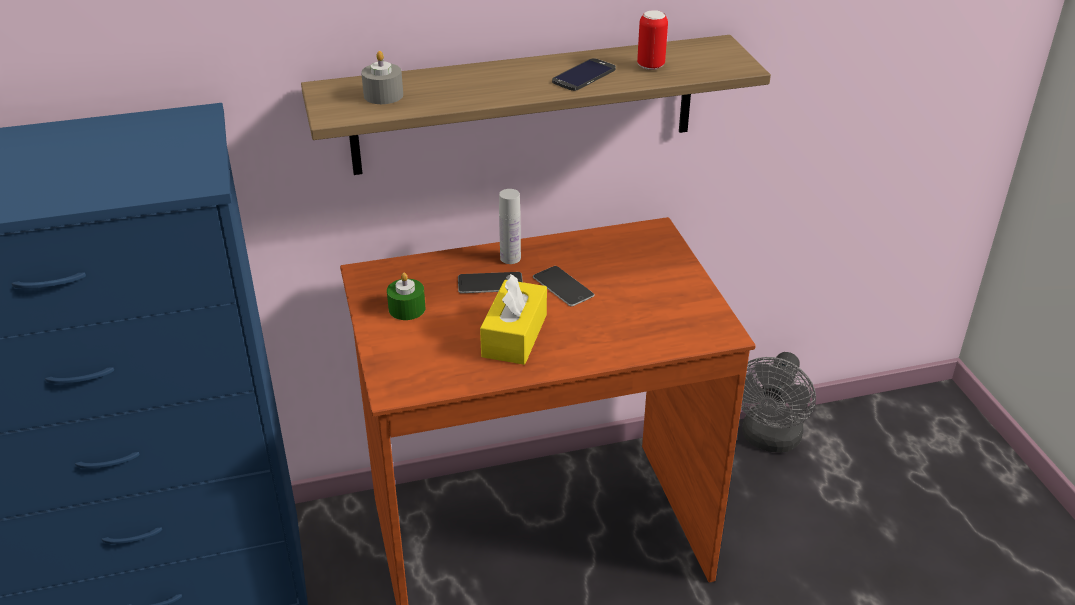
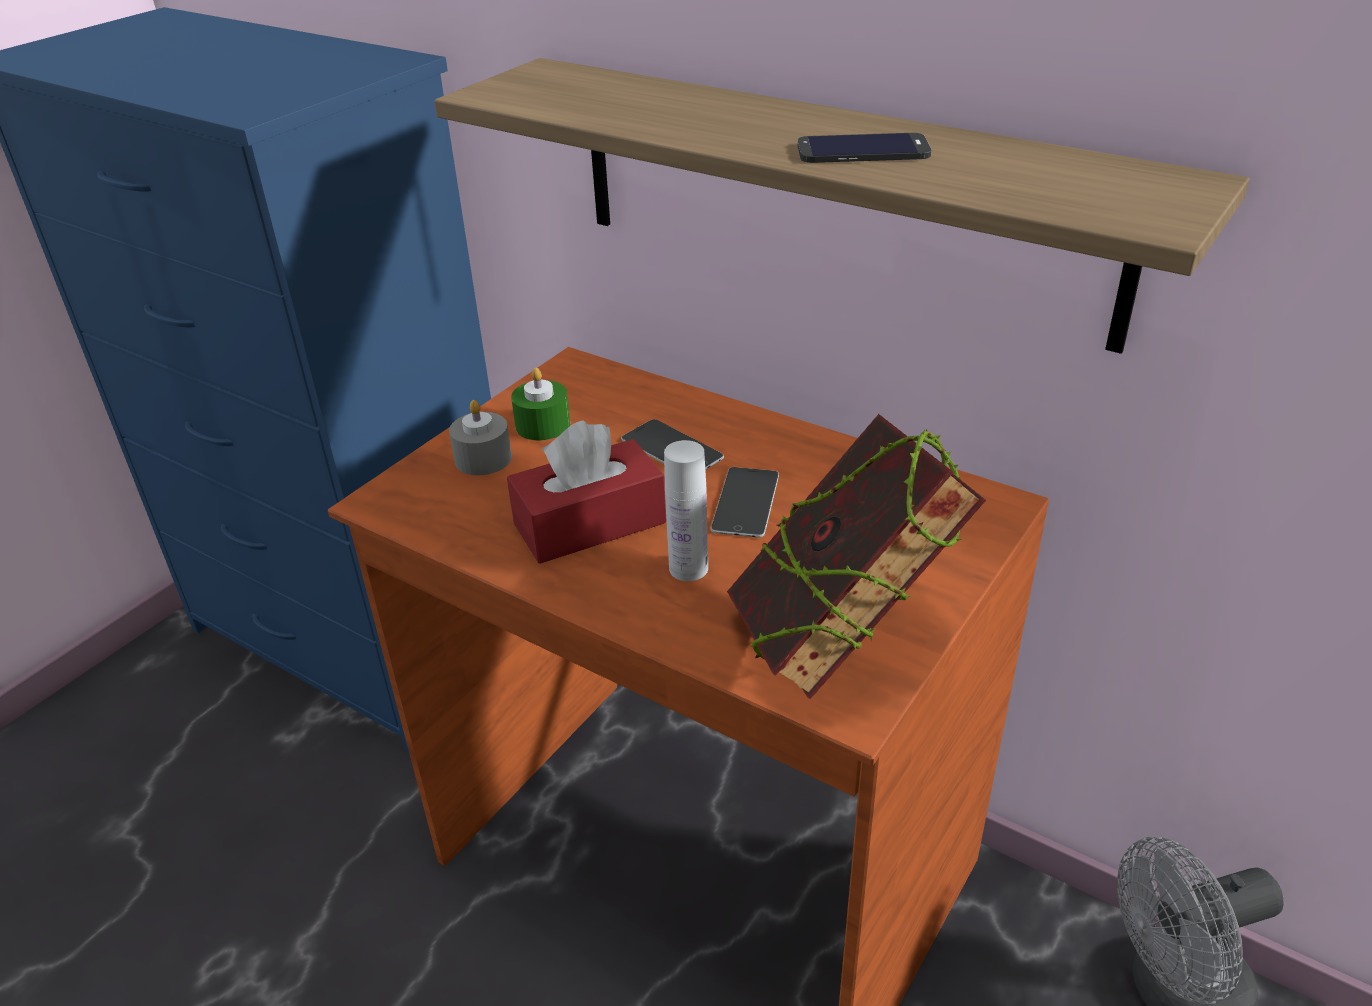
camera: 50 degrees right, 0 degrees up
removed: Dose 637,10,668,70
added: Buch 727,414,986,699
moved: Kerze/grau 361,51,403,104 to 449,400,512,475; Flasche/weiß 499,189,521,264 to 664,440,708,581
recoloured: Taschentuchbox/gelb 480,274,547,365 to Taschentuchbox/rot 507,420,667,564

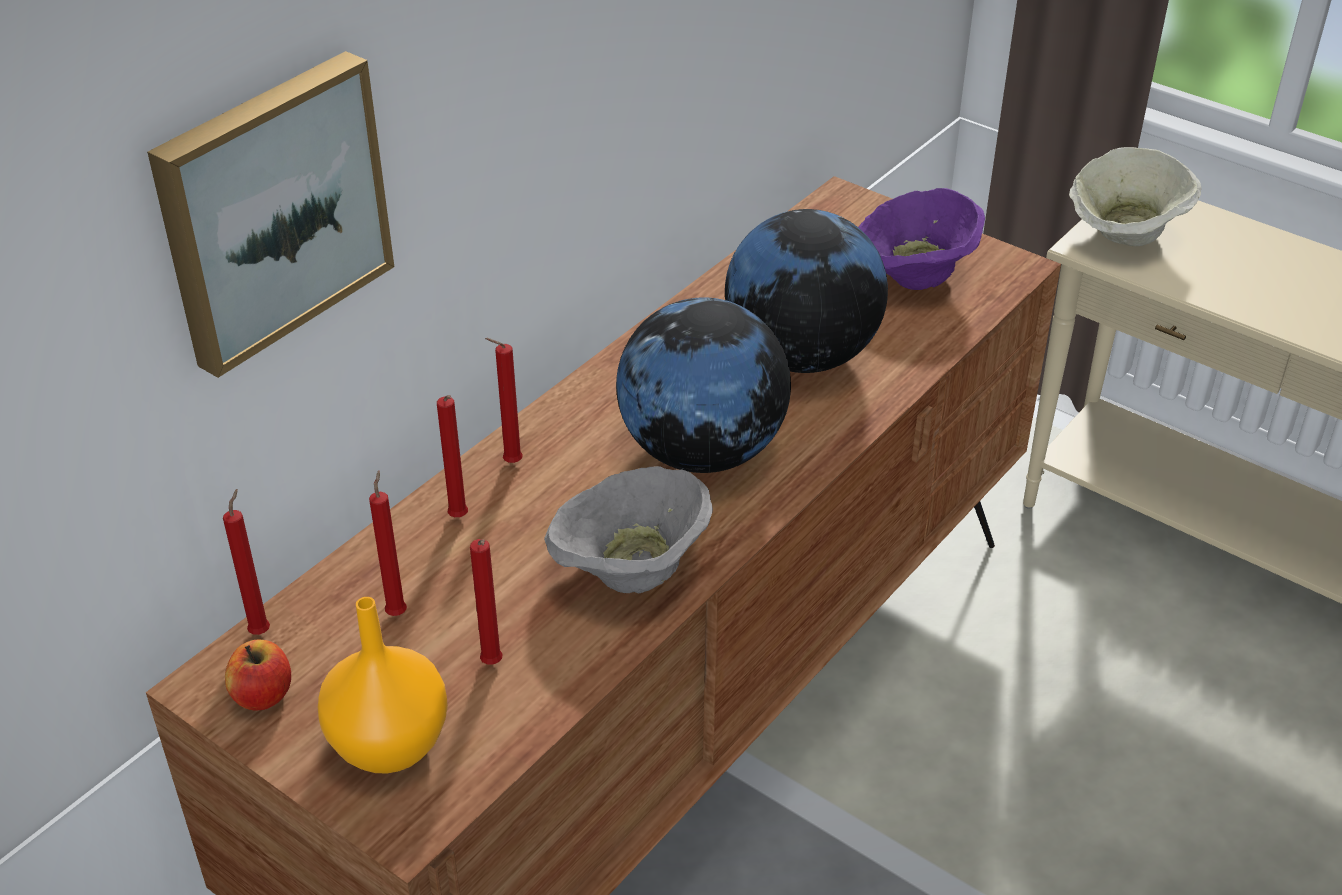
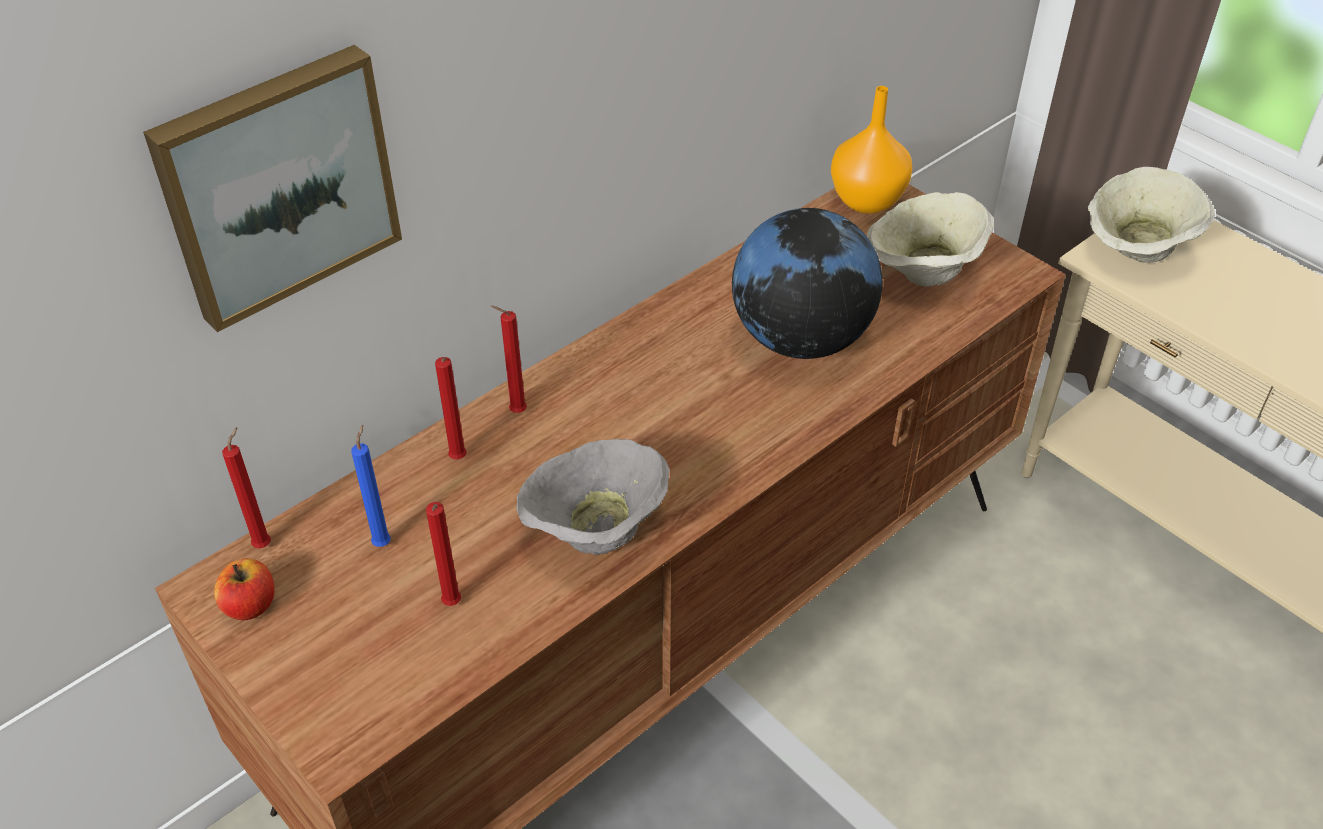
camera: 10 degrees right, 5 degrees up
removed: Globus 616,297,791,473
moved: Vase/orange 318,597,448,773 to 831,86,912,214
recoloured: Kerze/rot 369,471,407,616 to Kerze/blau 351,425,391,547; Schüssel/lila 858,188,985,290 to Schüssel/beige 867,192,994,287

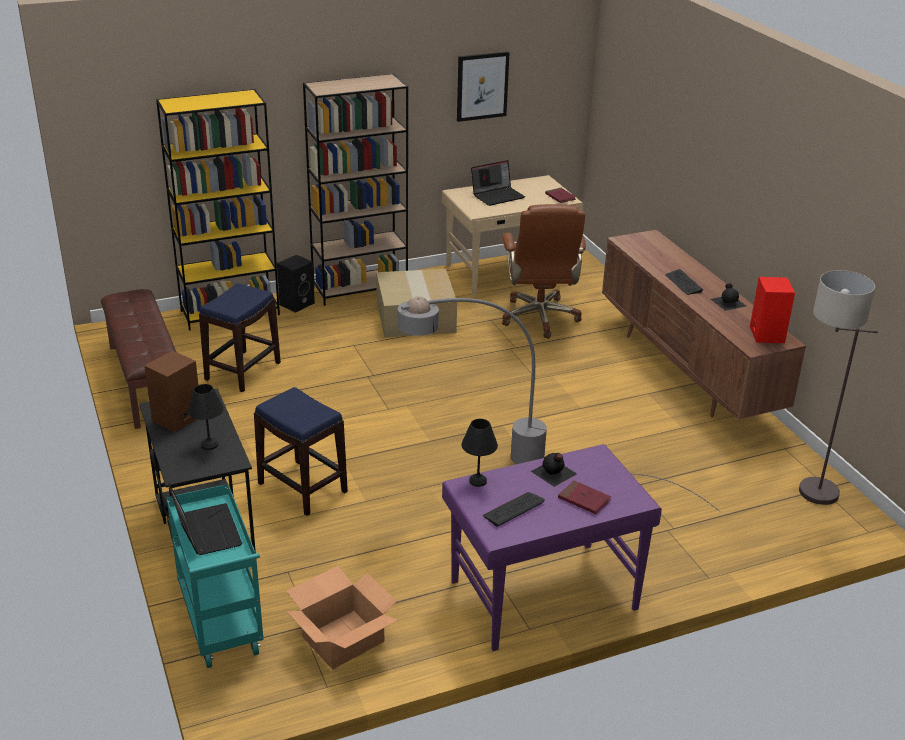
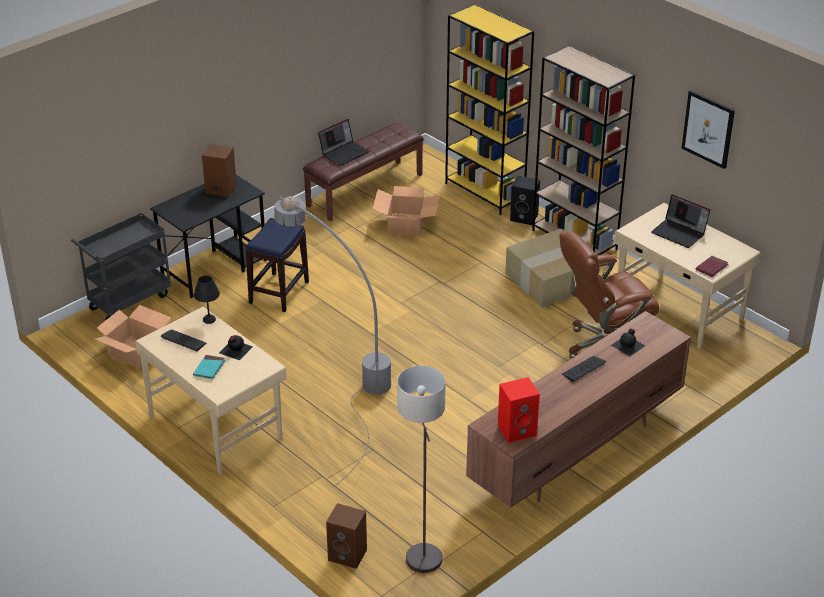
camera: 70 degrees right, 5 degrees up
removed: Tischlampe/schwarz 188,384,224,450
added: Lautsprecher/braun 326,503,367,569
moved: Laptop 168,482,242,555 to 318,119,369,166; Flasche/schwarz 711,283,746,311 to 611,328,645,356
replaced: Hocker 199,283,281,392 to Karton 373,186,440,236
recoloured: Rollwagen/türkis 167,484,264,668 to Rollwagen/grau 71,213,171,320; Schreibtisch/lila 442,444,662,651 to Schreibtisch/beige 135,307,287,475; Buch/rot 558,481,611,514 to Buch/türkis 193,355,226,379

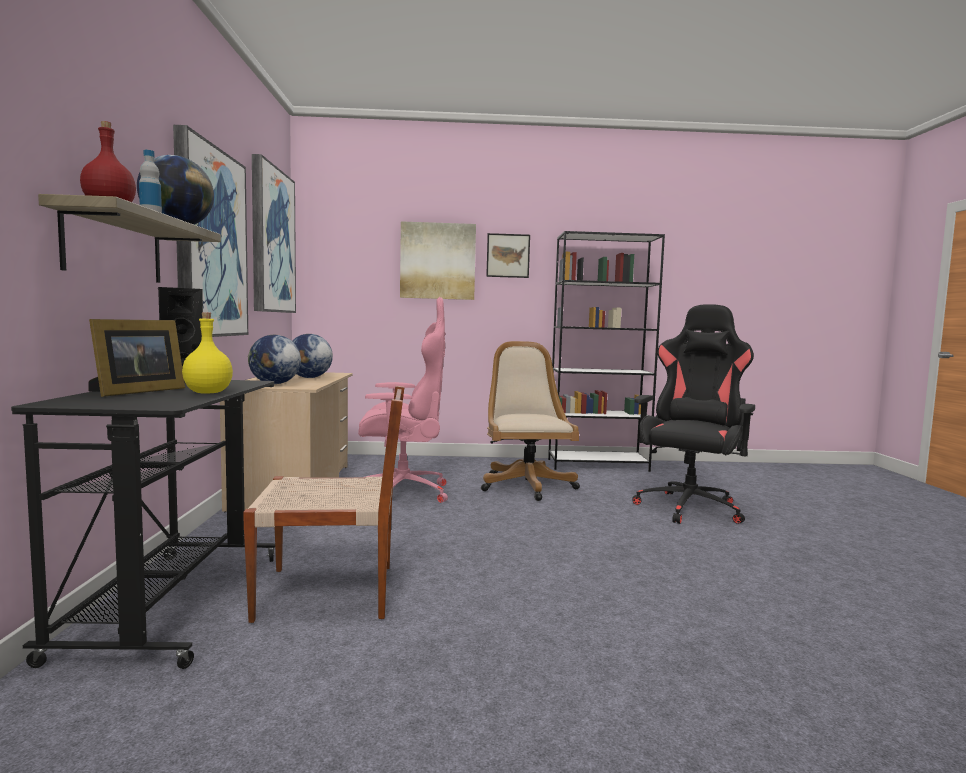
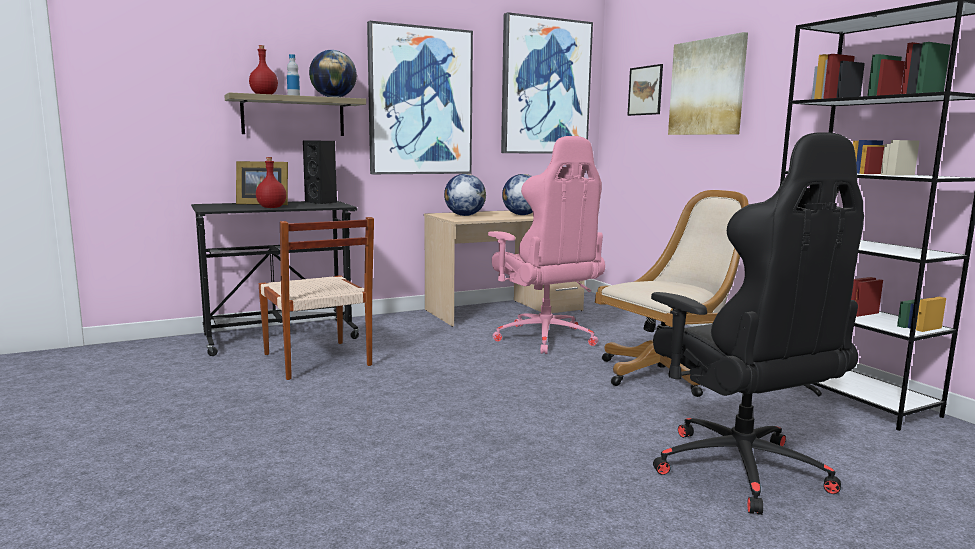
camera: 65 degrees right, 5 degrees up
moved: Bild 486,233,530,278 to 627,64,663,116
recoloured: Flasche/gelb 182,312,233,394 to Flasche/rot 256,157,286,208
turned: Bürostuhl/schwarz 632,304,755,524 = 651,132,864,515 60 degrees clockwise

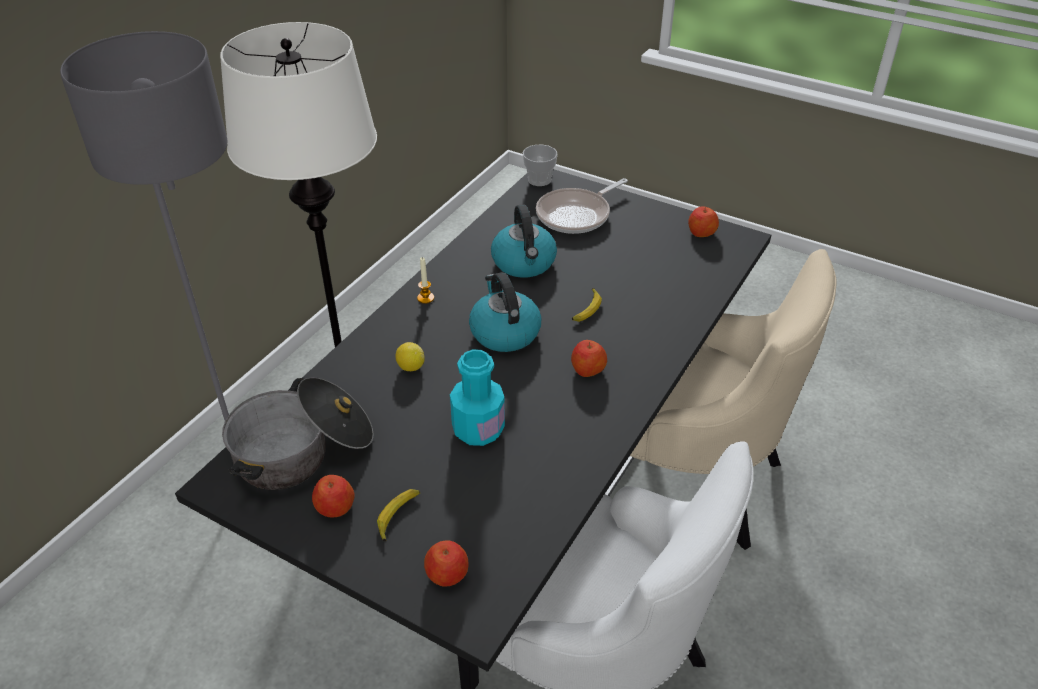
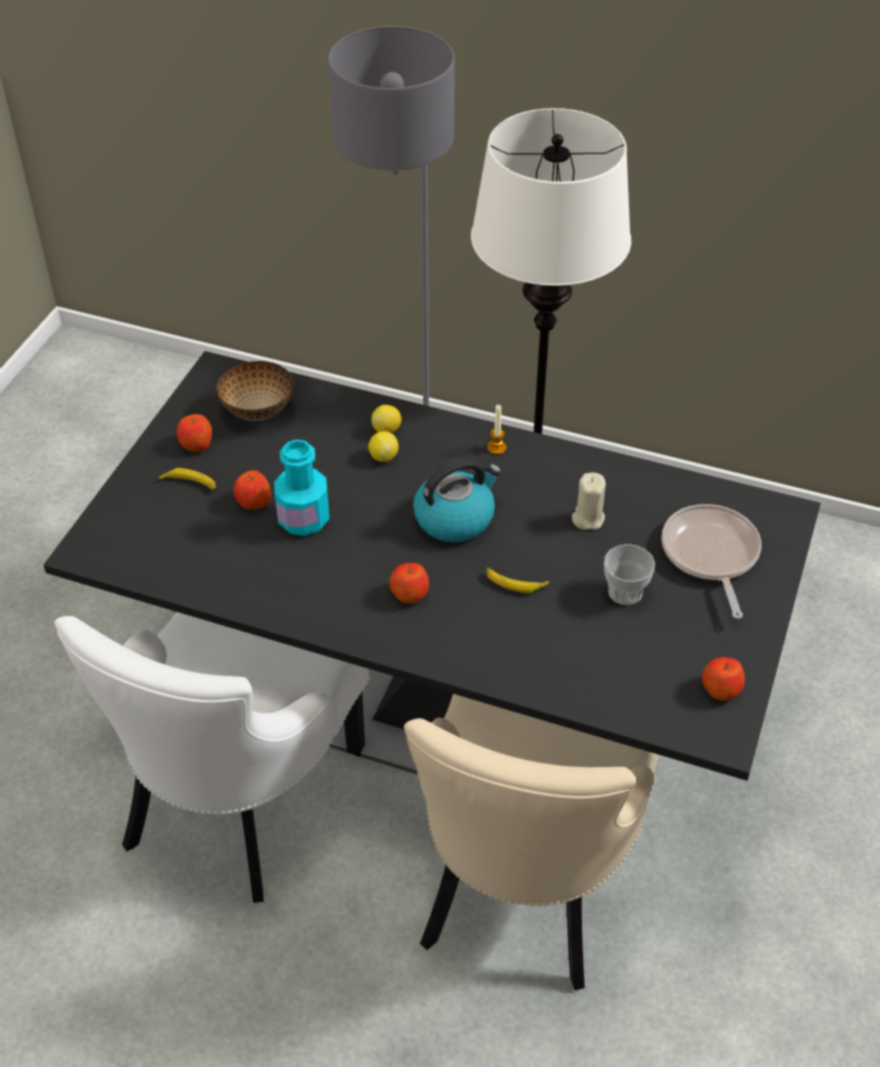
camera: 80 degrees right, 5 degrees up
added: Zitrone 372,405,401,433
moved: Apfel 424,540,469,586 to 234,470,271,510; Tasse 523,145,558,186 to 604,544,655,605
replaced: Kochtopf 222,377,373,490 to Schüssel 215,361,294,421; Wasserkessel 491,204,557,278 to Kerze/beige 572,472,606,530
turned: Pfanne 536,178,628,234 = 661,504,762,619 45 degrees clockwise

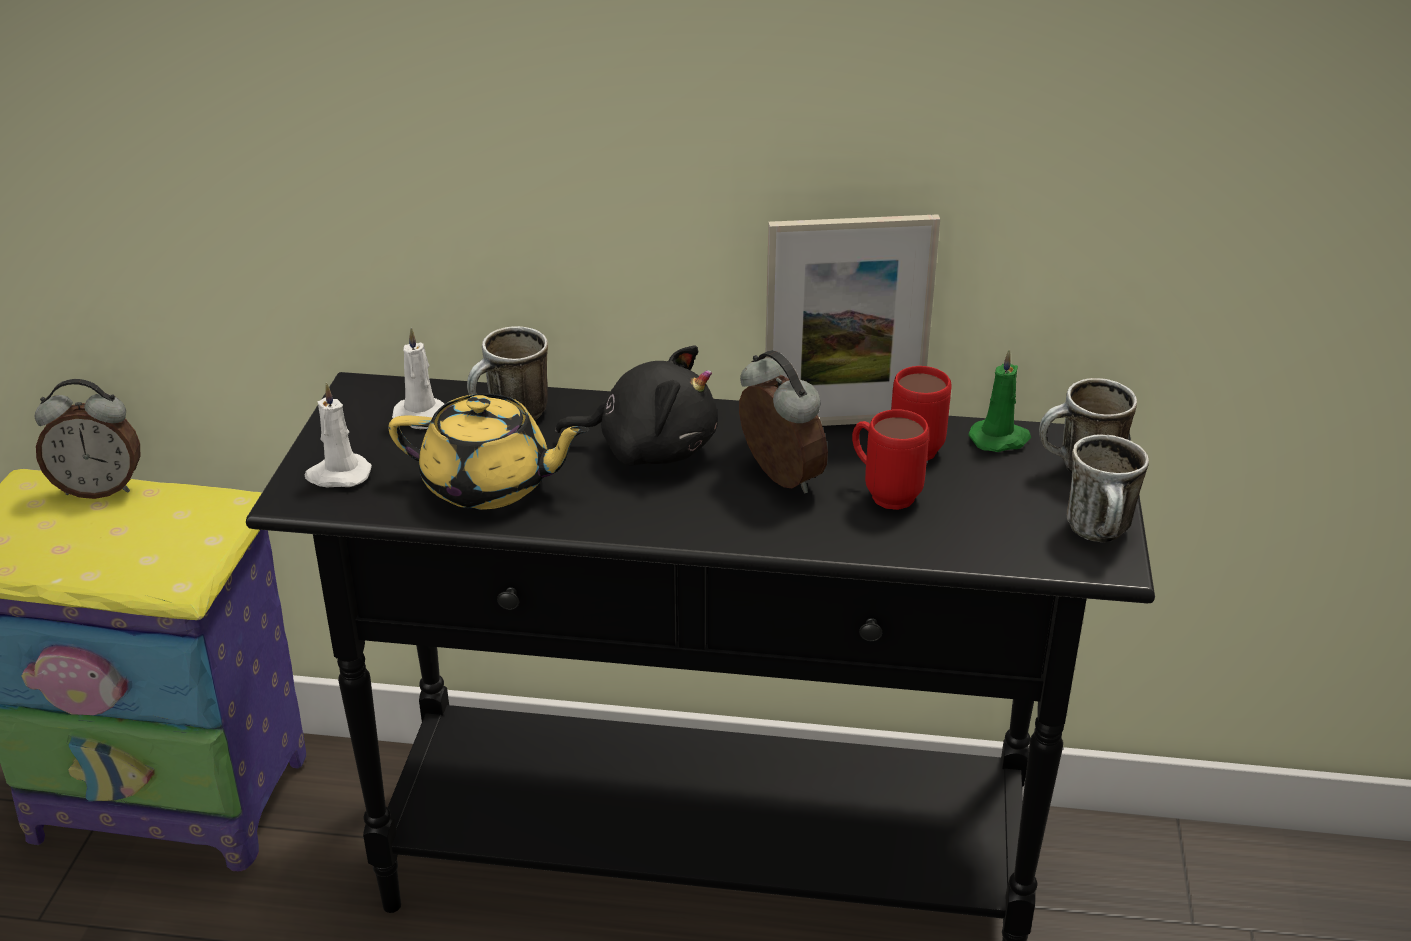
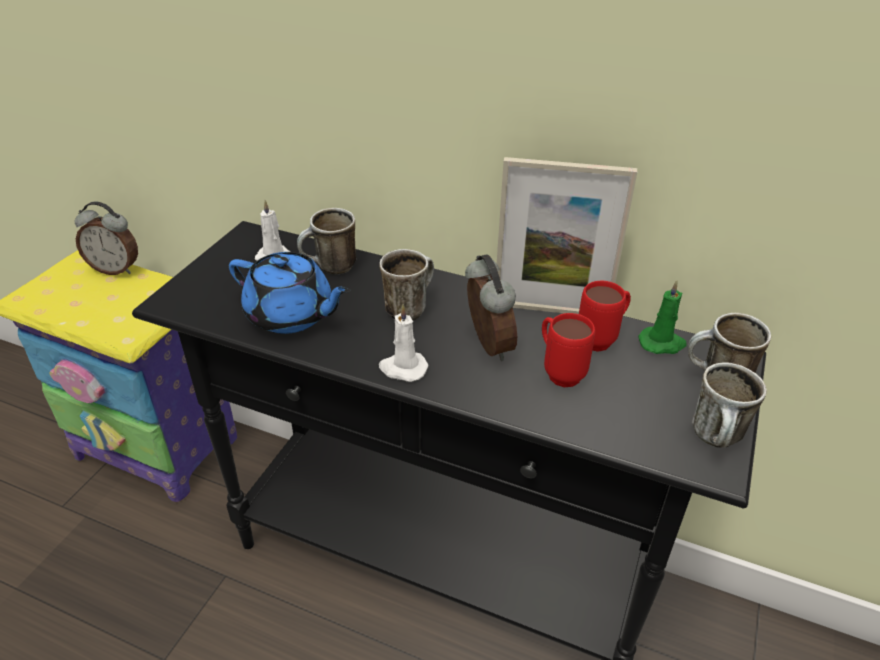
camera: 15 degrees right, 5 degrees up
moved: Kerze/weiß 305,383,372,487 to 379,304,428,382
replaced: Plüschtier/schwarz 555,345,718,466 to Henkelbecher 379,249,434,320
recoloured: Teekanne/gelb 388,393,589,510 to Teekanne/blau 229,252,350,334

